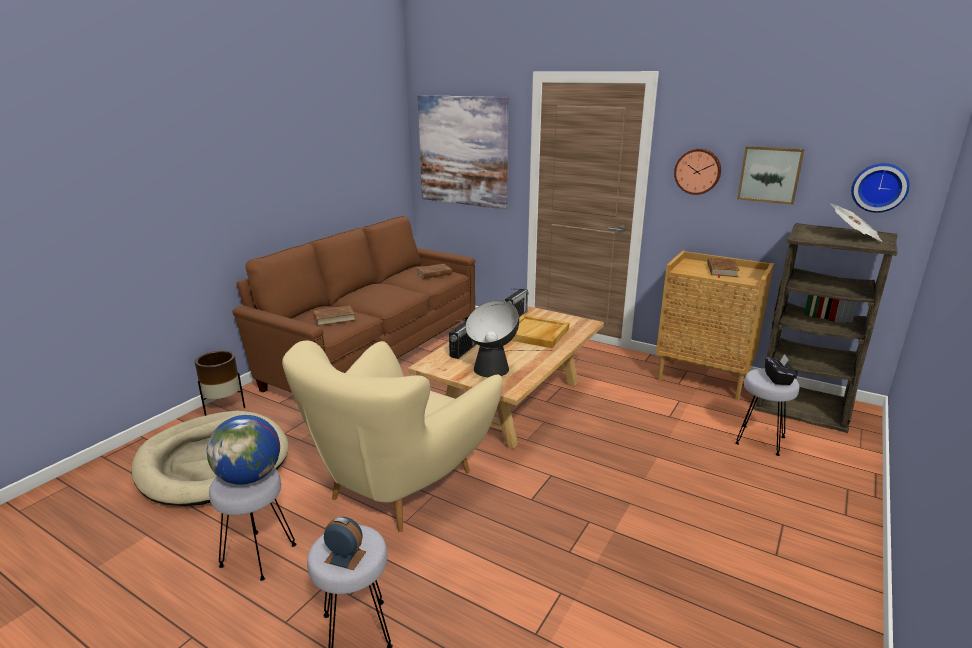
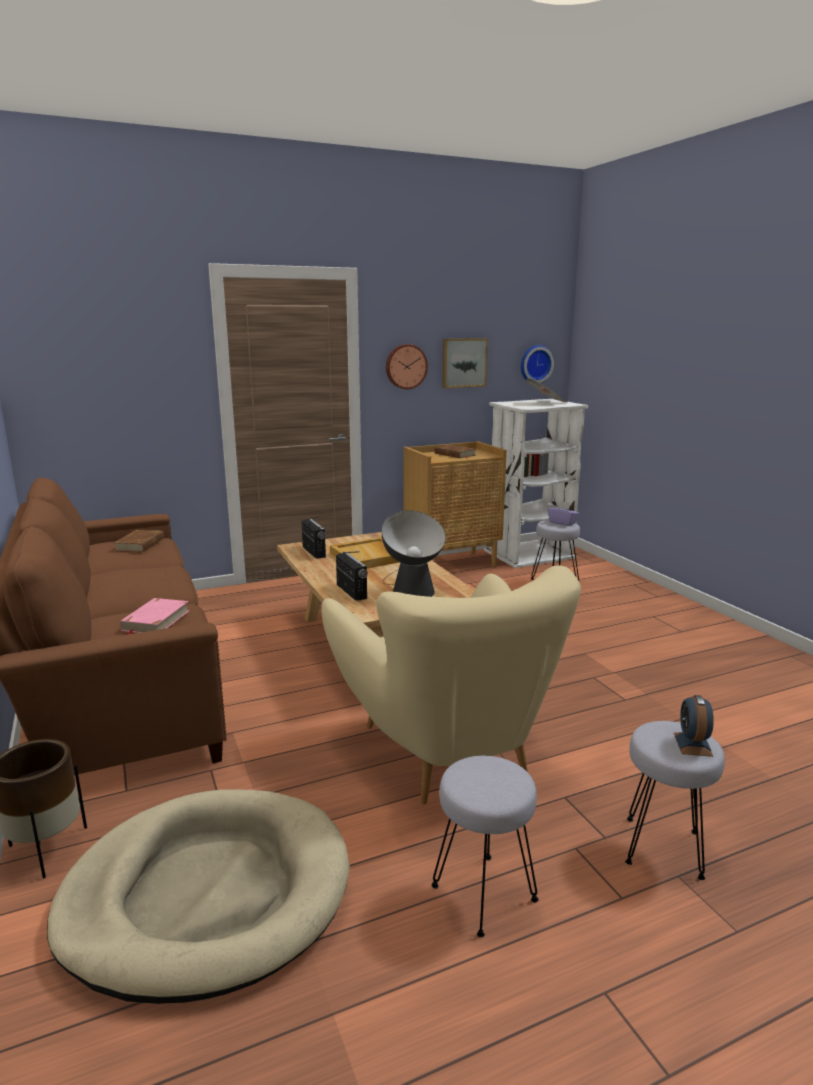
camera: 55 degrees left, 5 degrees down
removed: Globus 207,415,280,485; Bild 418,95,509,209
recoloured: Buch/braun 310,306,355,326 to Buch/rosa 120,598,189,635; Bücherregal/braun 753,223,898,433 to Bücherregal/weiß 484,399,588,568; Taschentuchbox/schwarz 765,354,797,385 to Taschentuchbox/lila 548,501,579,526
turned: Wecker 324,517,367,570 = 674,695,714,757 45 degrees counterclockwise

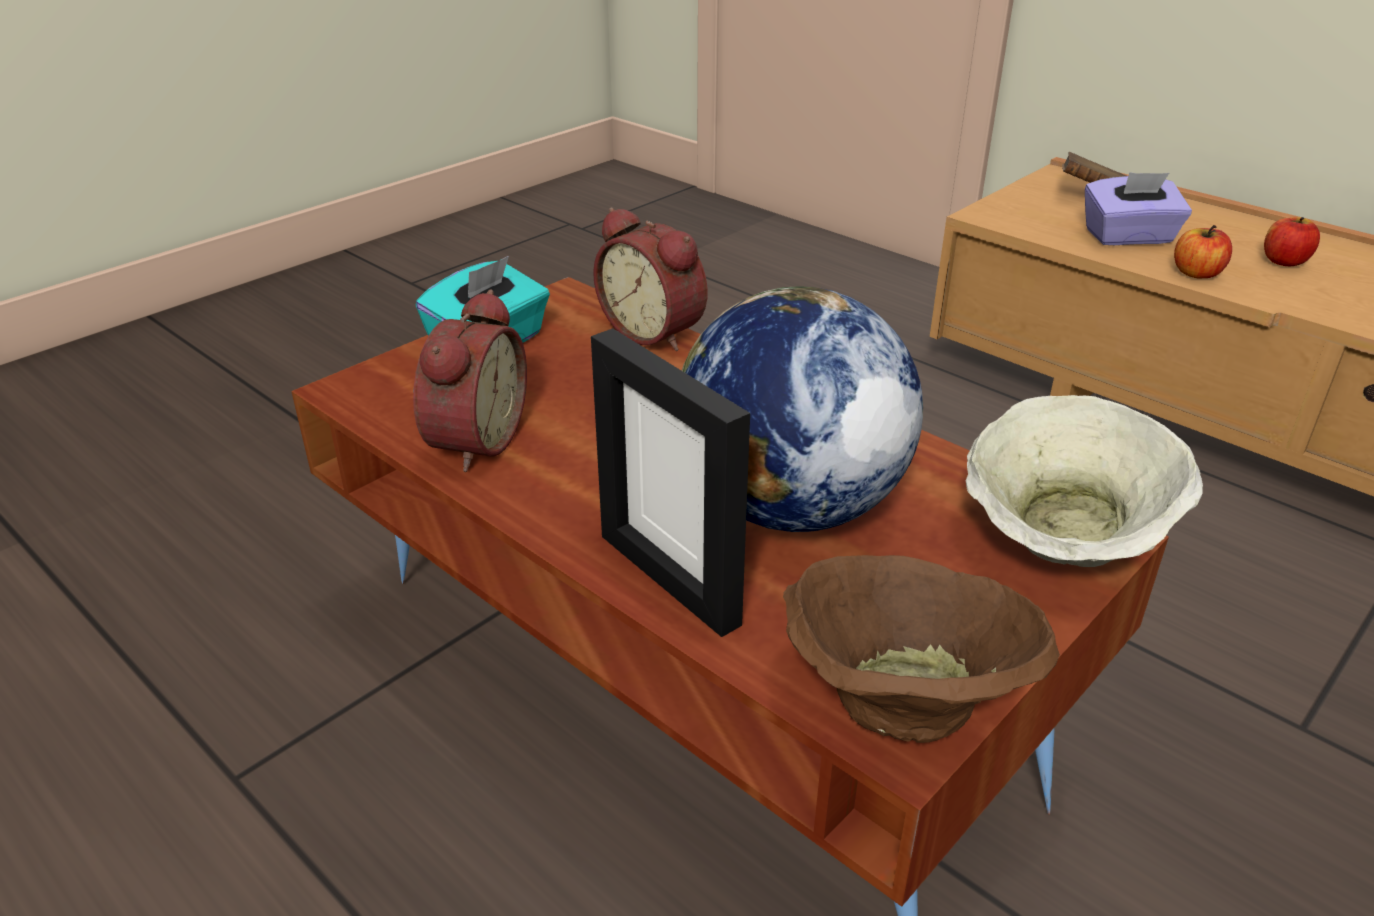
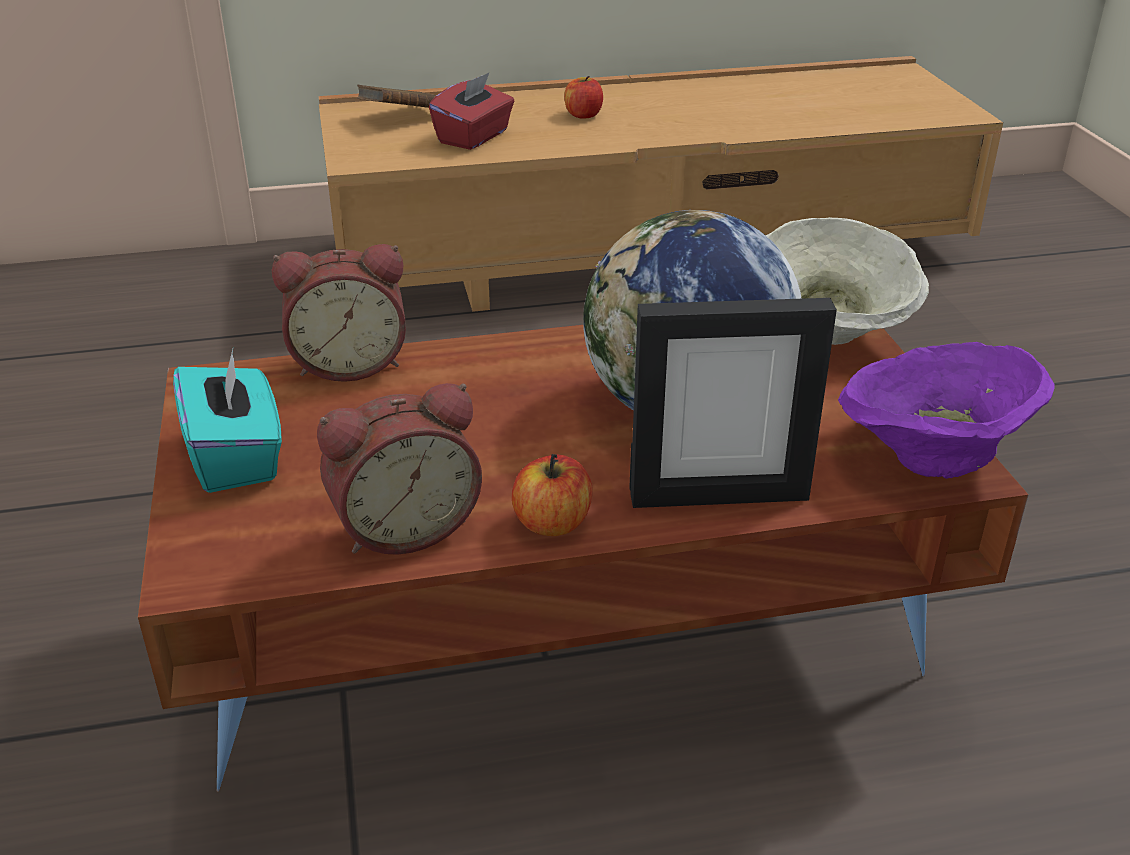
camera: 55 degrees left, 0 degrees up
moved: Apfel 1174,225,1232,278 to 512,454,592,536
recoloured: Taschentuchbox/lila 1085,173,1192,245 to Taschentuchbox/rot 429,72,514,150; Schüssel/braun 783,555,1060,743 to Schüssel/lila 838,342,1055,479
turned: Wecker 413,289,527,472 = 317,383,482,555 105 degrees clockwise

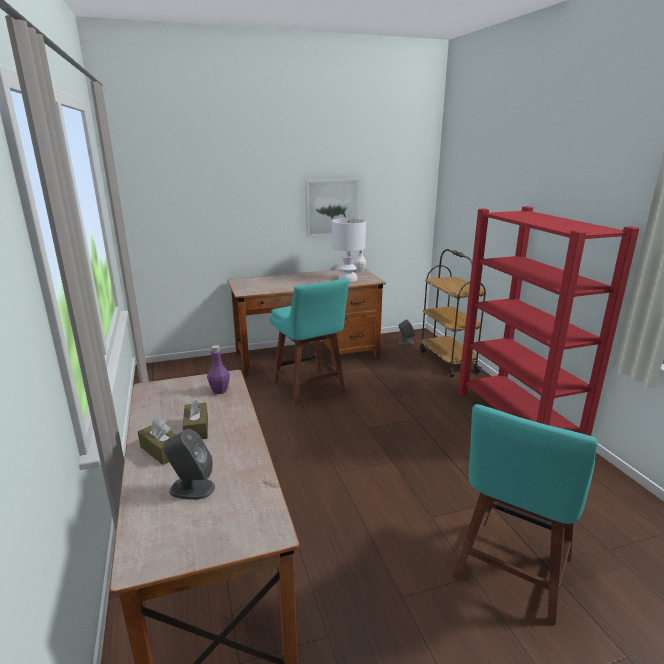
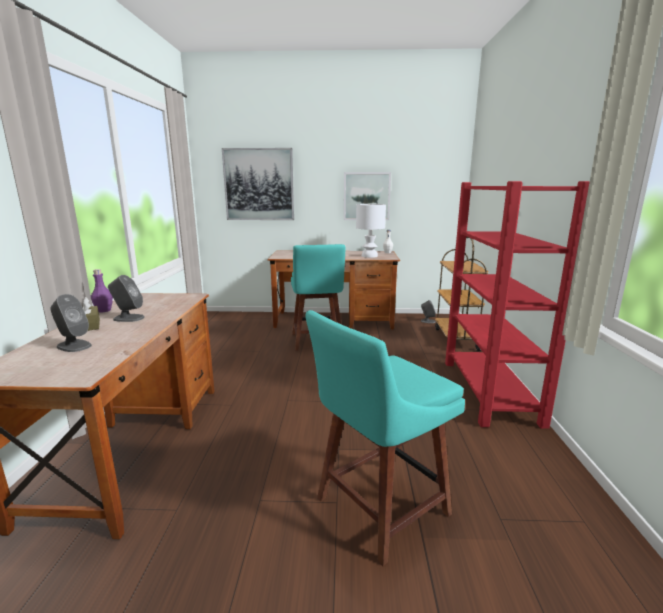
camera: 20 degrees right, 5 degrees down
added: Bild 222,148,294,220
moved: Flasche/lila 207,345,230,394 to 91,269,113,312
replaced: Taschentuchbox/braun 183,397,208,439 to Lautsprecher/grau 108,275,145,322

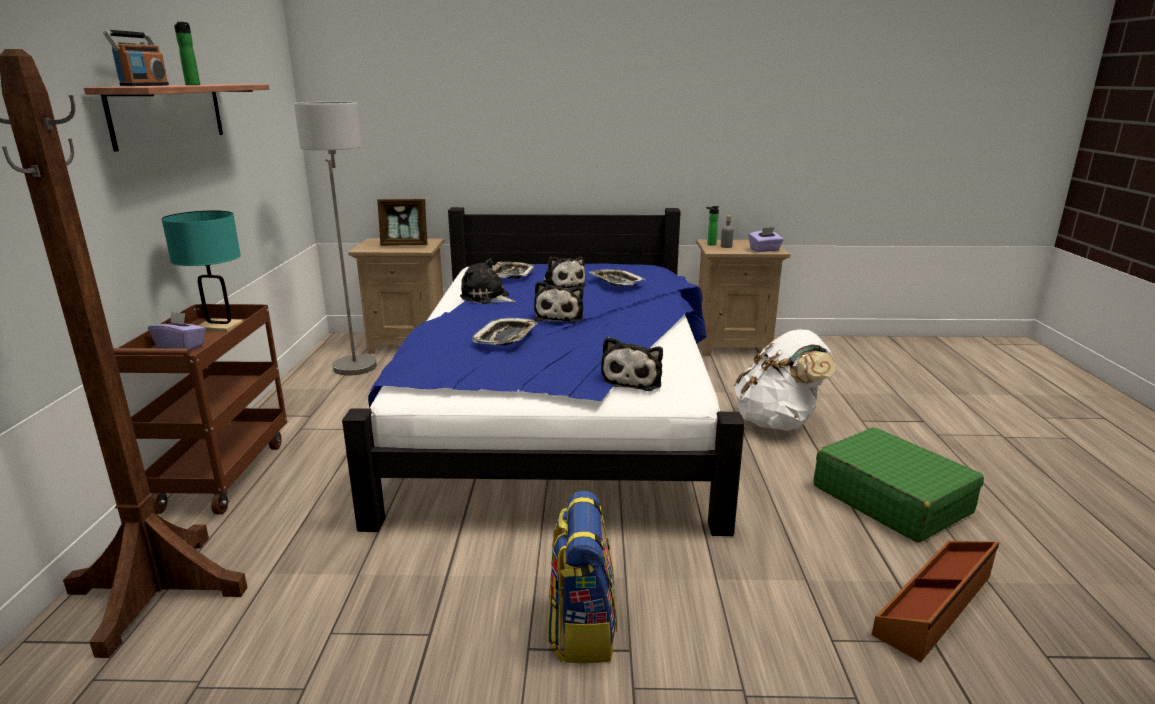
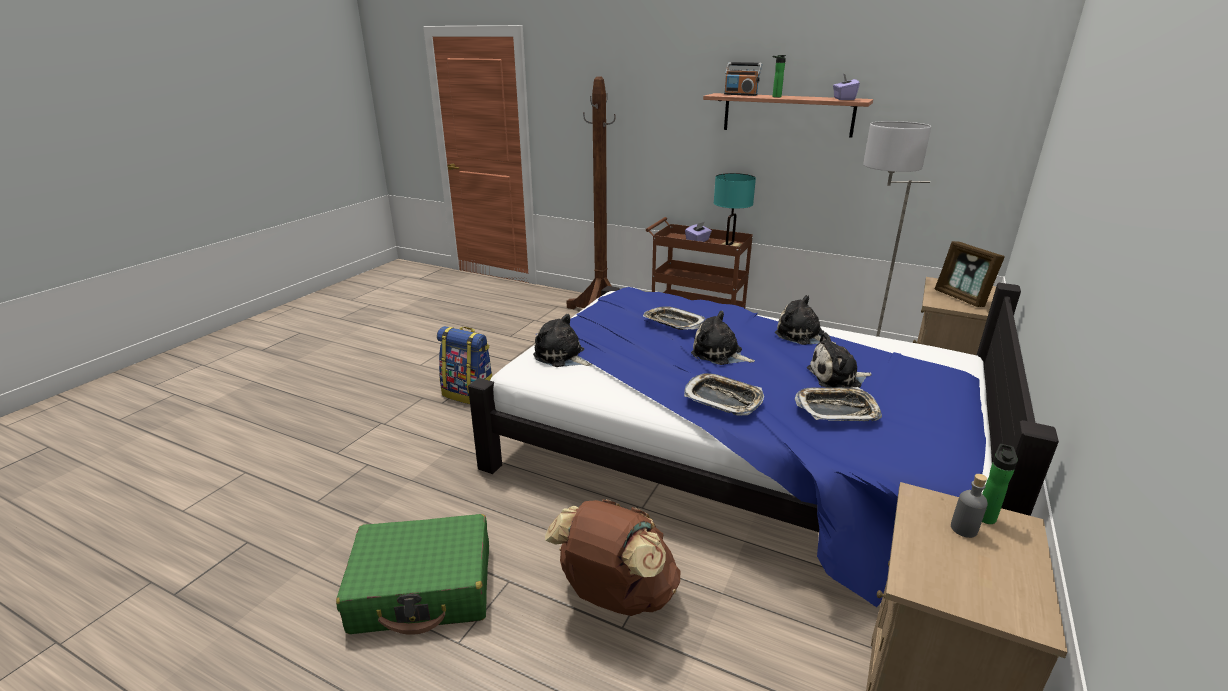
camera: 115 degrees right, 5 degrees up
removed: Aufbewahrungsbox/braun 872,541,999,662
moved: Tablett 492,262,534,279 to 684,373,764,416; Taschentuchbox/lila 749,227,784,252 to 833,73,860,100
recoloured: Rucksack/weiß 734,329,835,431 to Rucksack/braun 545,499,680,616
turned: Plüschtier 460,258,516,304 = 775,295,836,345 105 degrees counterclockwise; Bilderrahmen 377,199,428,246 = 935,241,1005,307 45 degrees counterclockwise

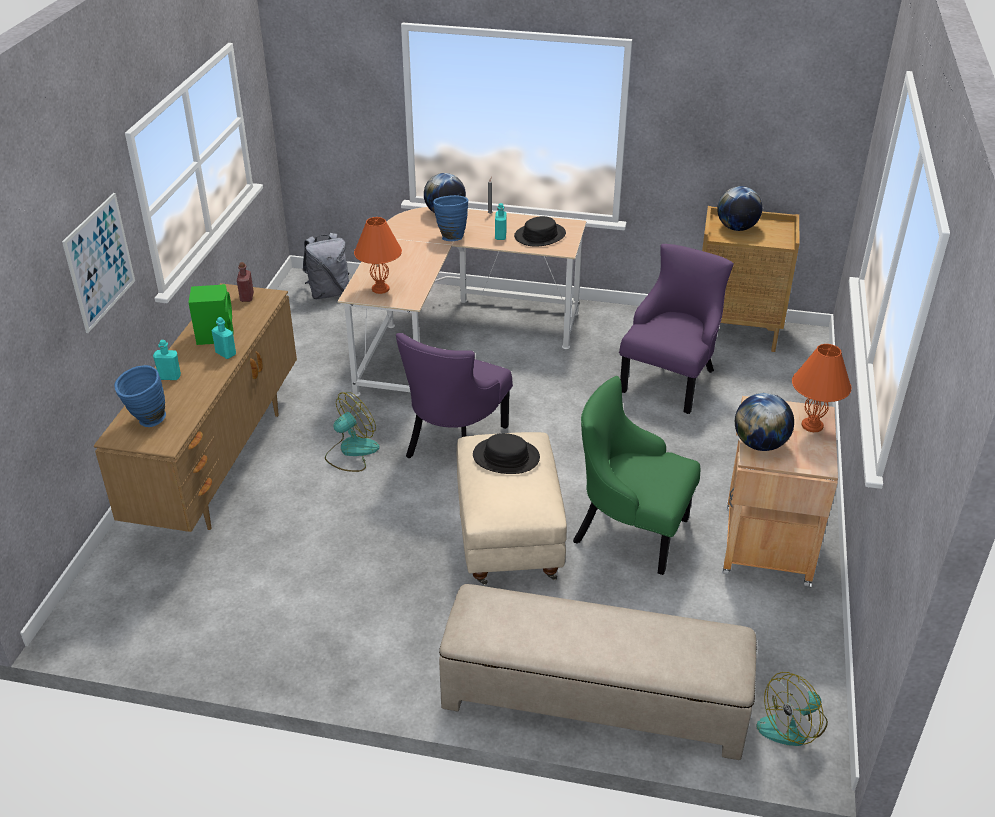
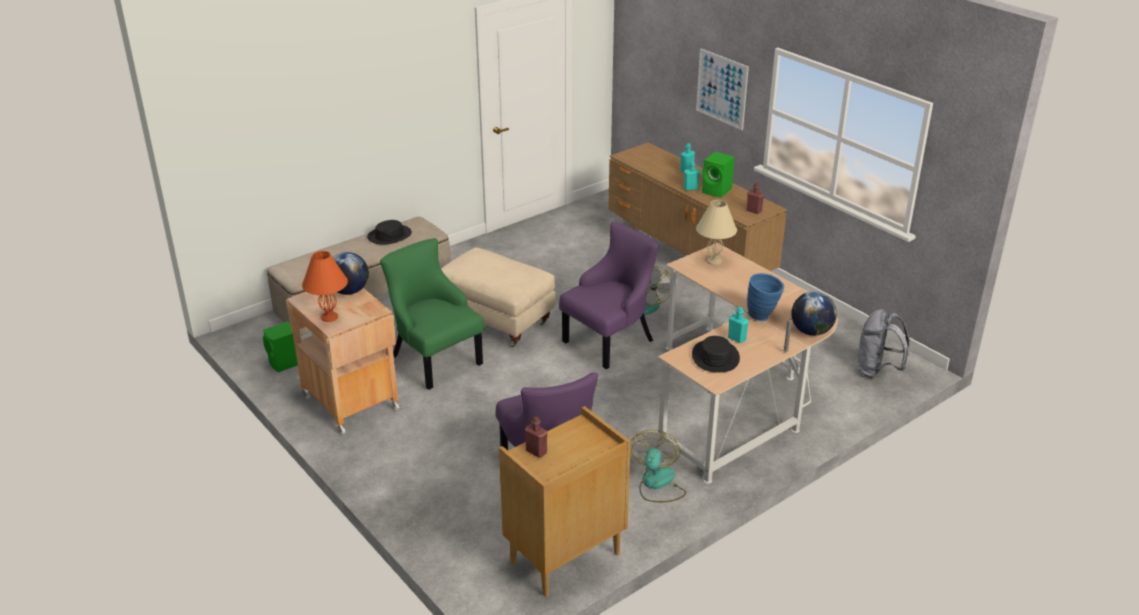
camera: 130 degrees right, 5 degrees down
removed: Vase/blau 114,365,166,427; Globus 717,186,762,231
added: Lautsprecher/grün 263,321,298,372; Flasche/rot 525,416,547,458
moved: Hut/schwarz 473,433,540,474 to 367,220,412,244; Ventilator 756,672,828,746 to 630,430,686,502
recoloured: Tischlampe/orange 354,217,402,294 to Tischlampe/beige 696,200,737,265
turned: Stuhl/grün 573,376,700,575 = 380,238,485,390 105 degrees counterclockwise; Stuhl/lila 396,333,513,458 = 559,222,658,369 75 degrees clockwise

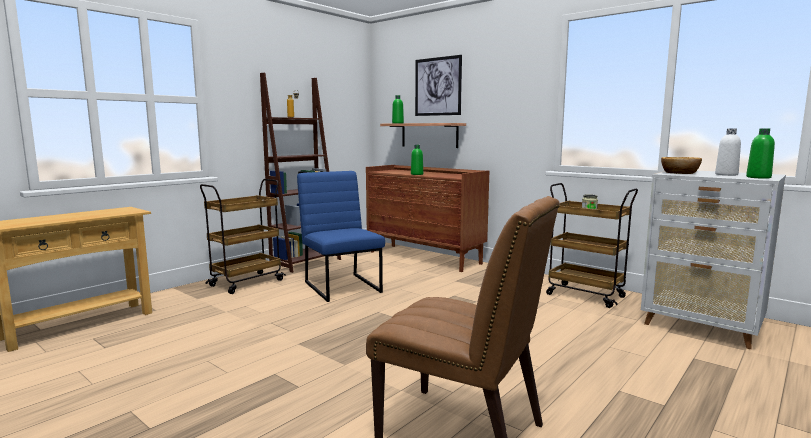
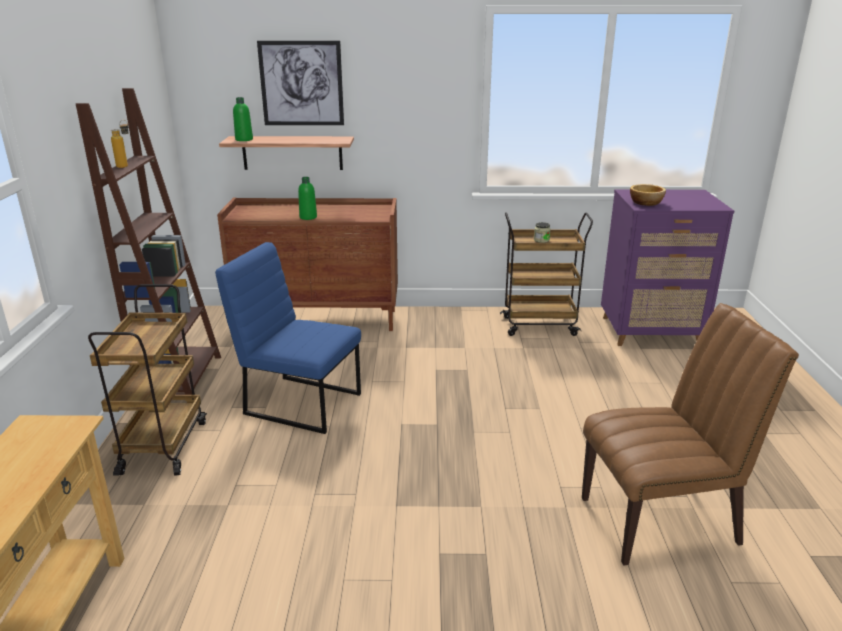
camera: 40 degrees left, 15 degrees up
removed: Flasche/weiß 715,128,741,176; Flasche/grün 746,128,775,179
recoloured: Kommode/weiß 641,171,786,349 to Kommode/lila 601,189,734,346

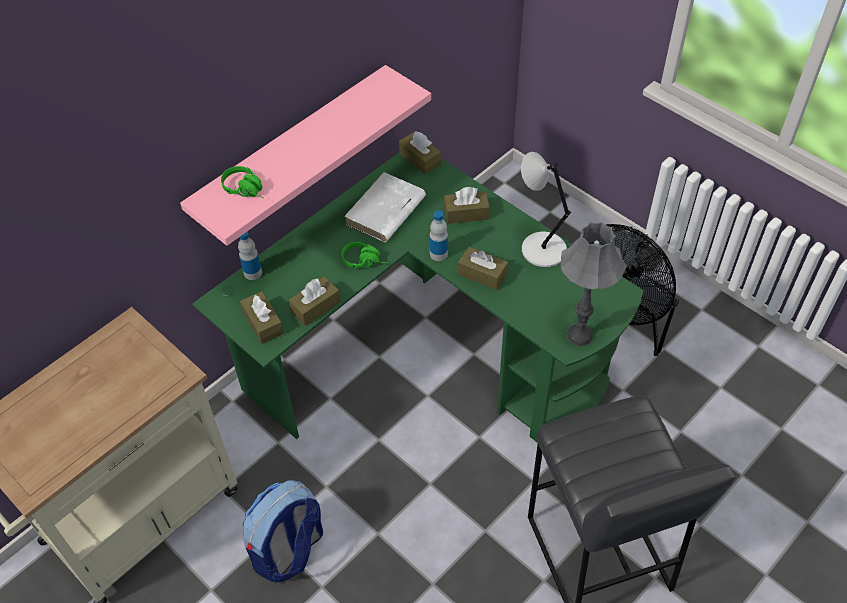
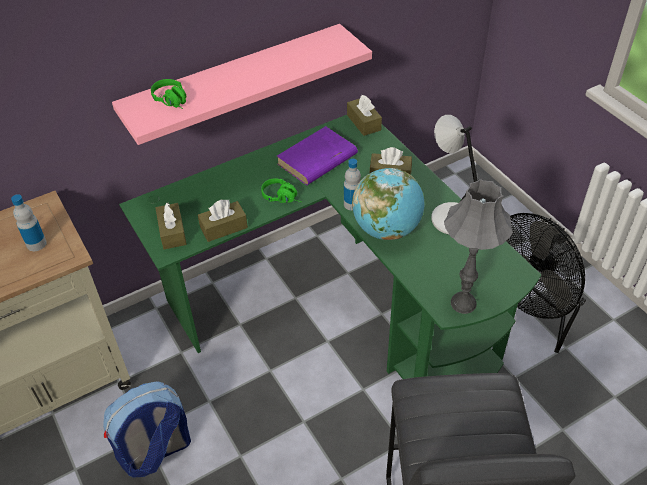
camera: 15 degrees right, 5 degrees down
moved: Flasche 238,231,262,280 to 11,194,47,251
replaced: Taschentuchbox/braun 458,247,508,290 to Globus 352,168,424,240
recoloured: Buch/weiß 344,172,426,242 to Buch/lila 277,126,358,185

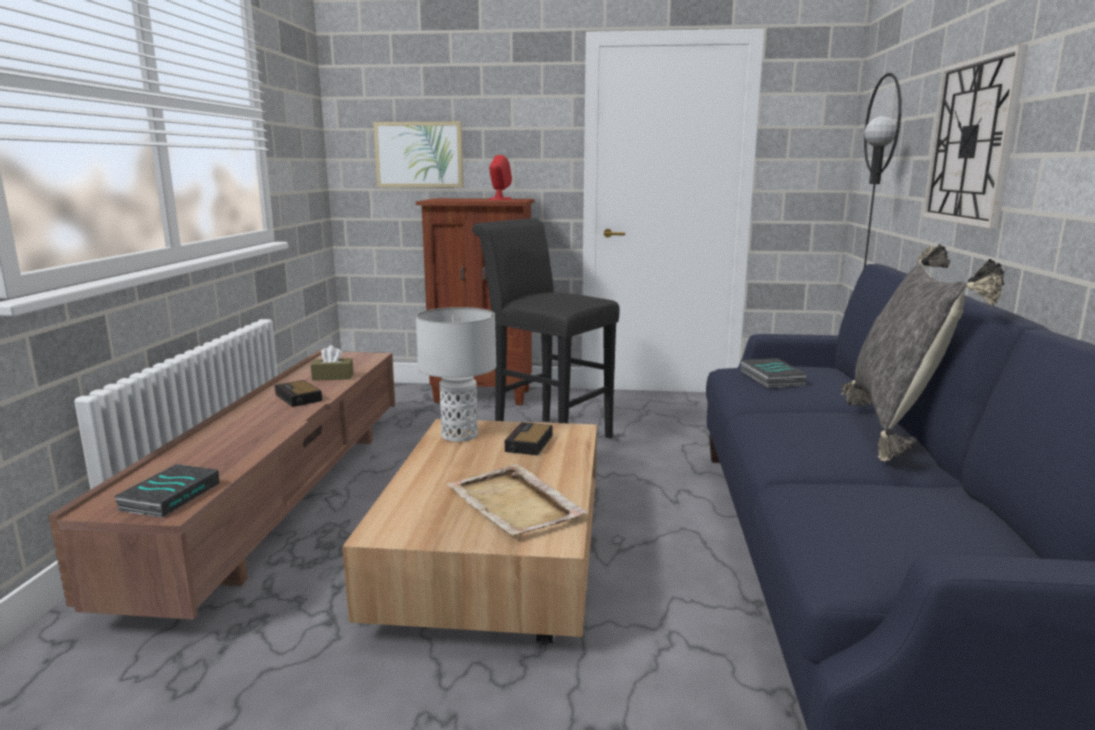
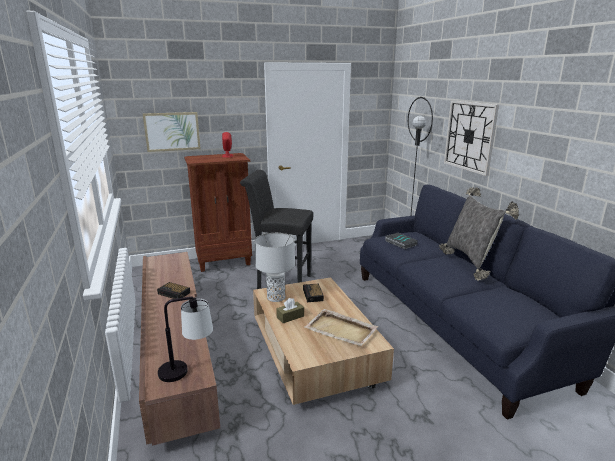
camera: 25 degrees left, 5 degrees up
moved: Taschentuchbox/braun 311,345,353,381 to 276,298,304,323
replaced: Buch 113,464,220,518 to Tischlampe 158,296,213,382

